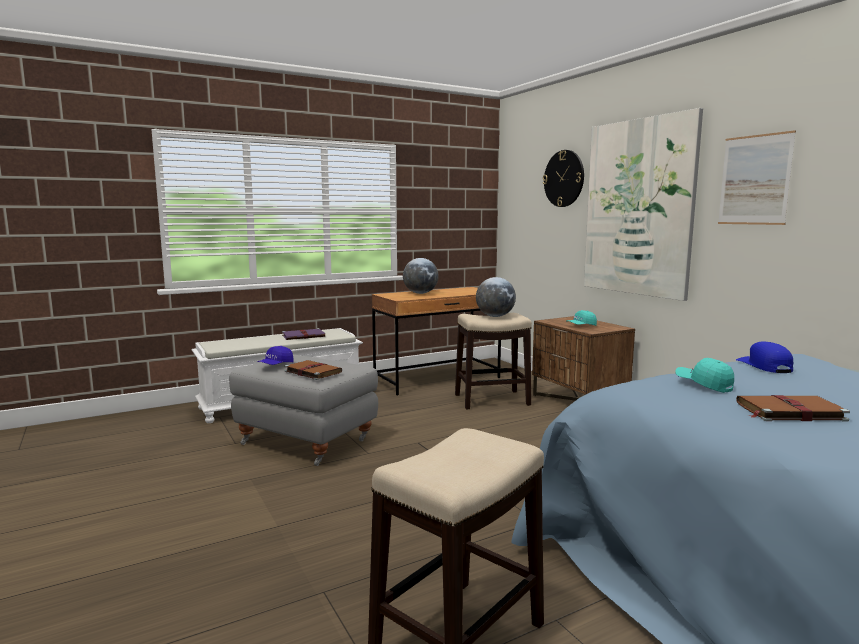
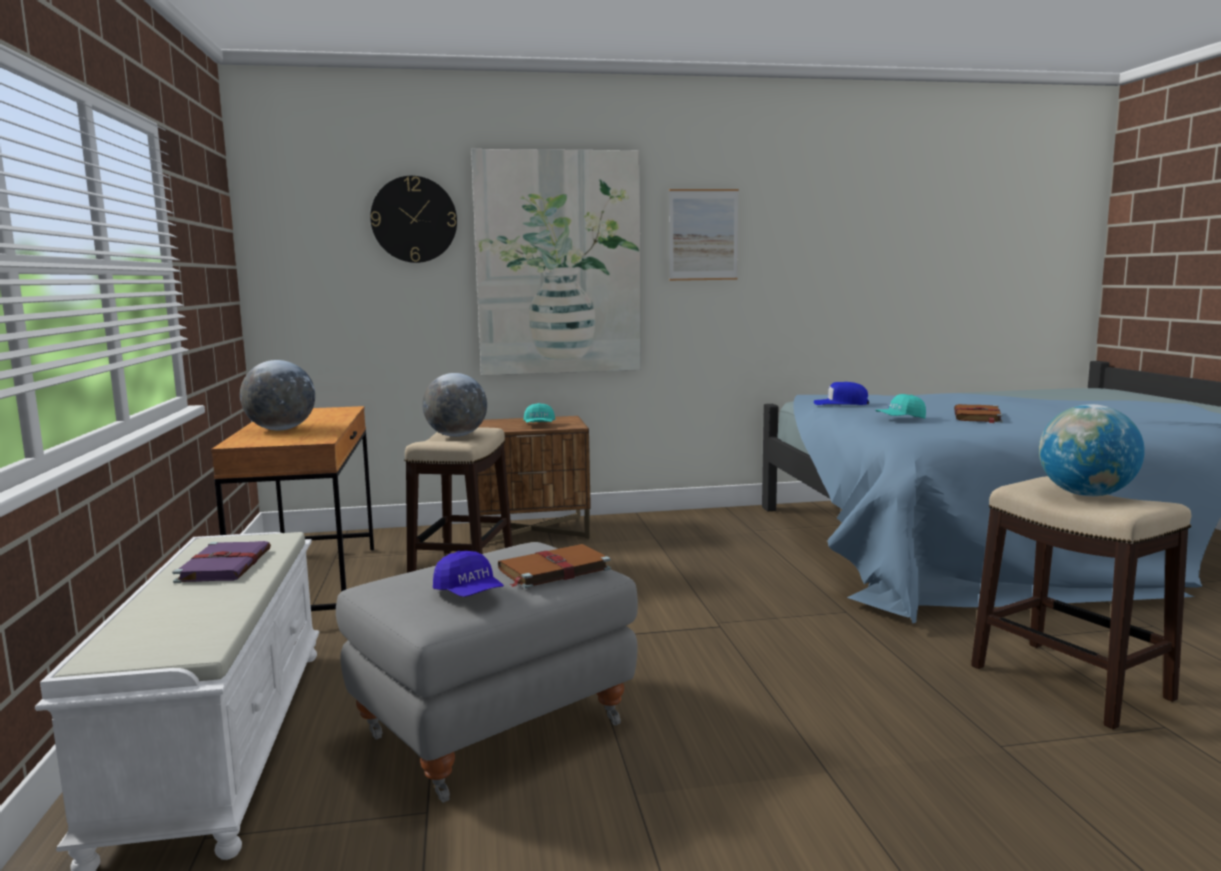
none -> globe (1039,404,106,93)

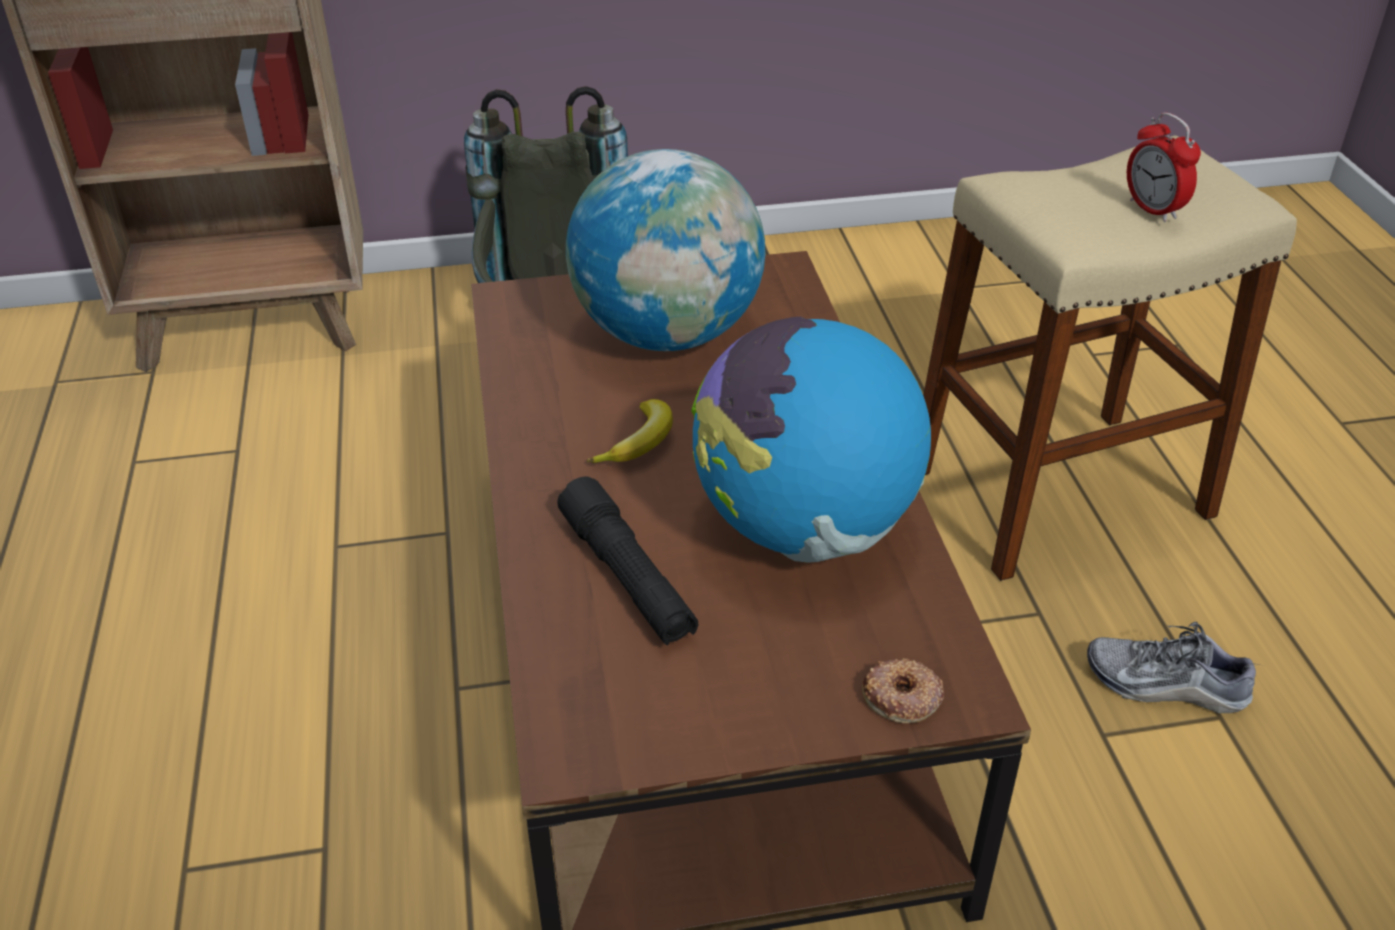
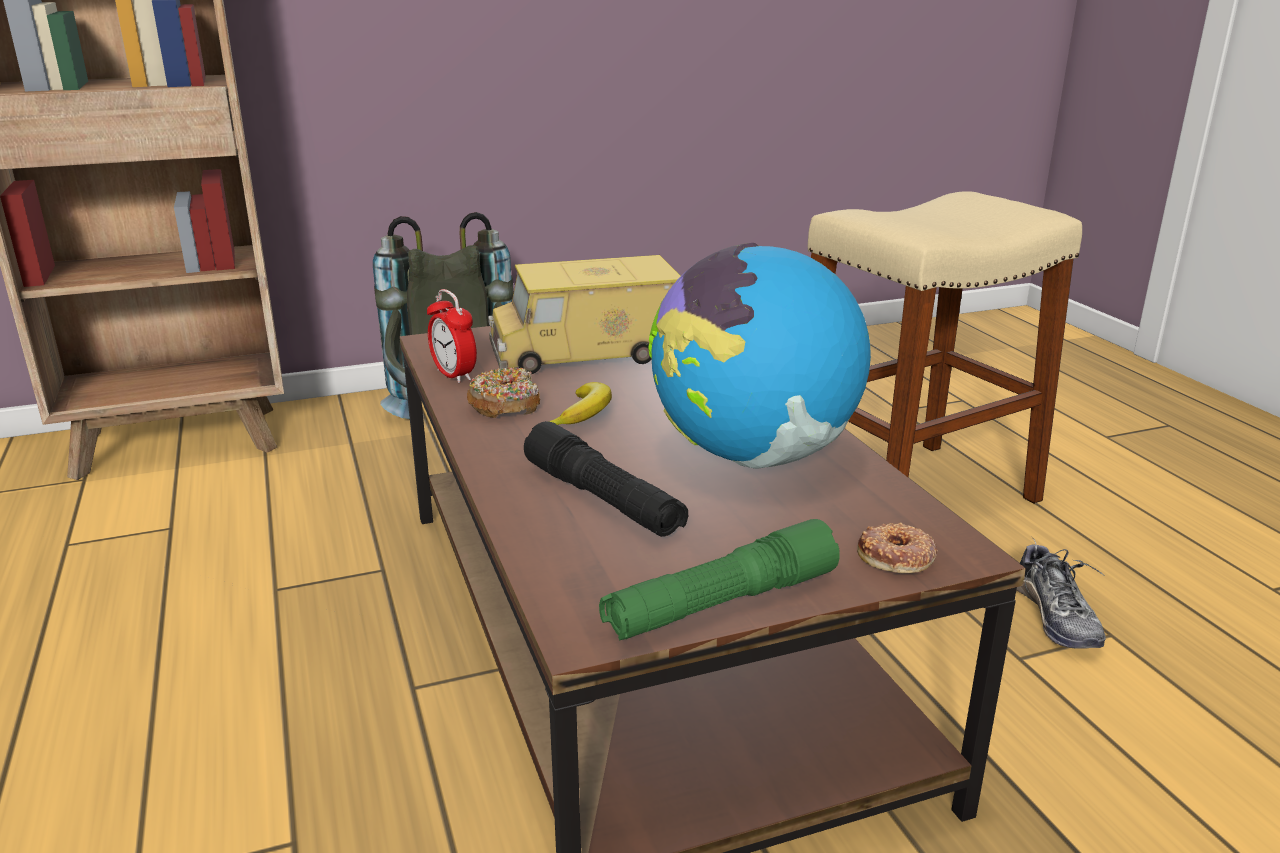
none -> donut (467,367,73,51)
none -> flashlight/green (599,519,241,122)
alarm clock (1127,113,74,109) -> alarm clock (427,289,50,94), moved
globe (566,149,200,202) -> toy truck (488,255,193,119)
shoe (1087,622,173,91) -> shoe (1017,537,89,112), 105 degrees counterclockwise

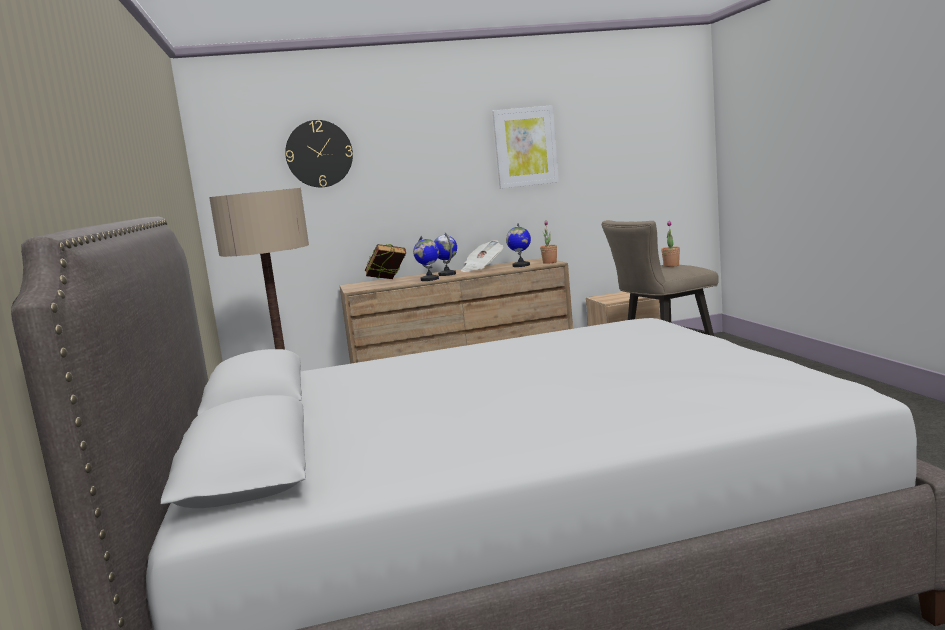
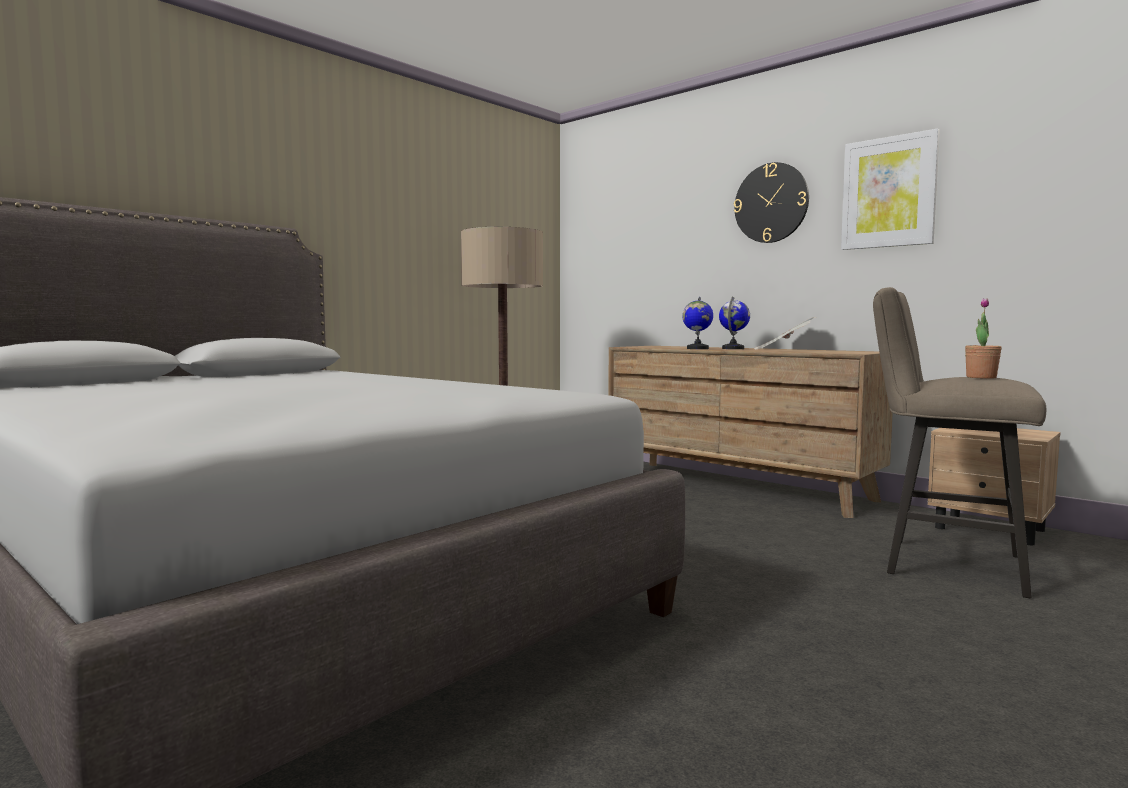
book (365,244,41,35) -> none
globe (506,223,25,44) -> none
potted plant (540,220,17,44) -> none
wall clock (285,120,68,67) -> wall clock (734,162,75,81), moved

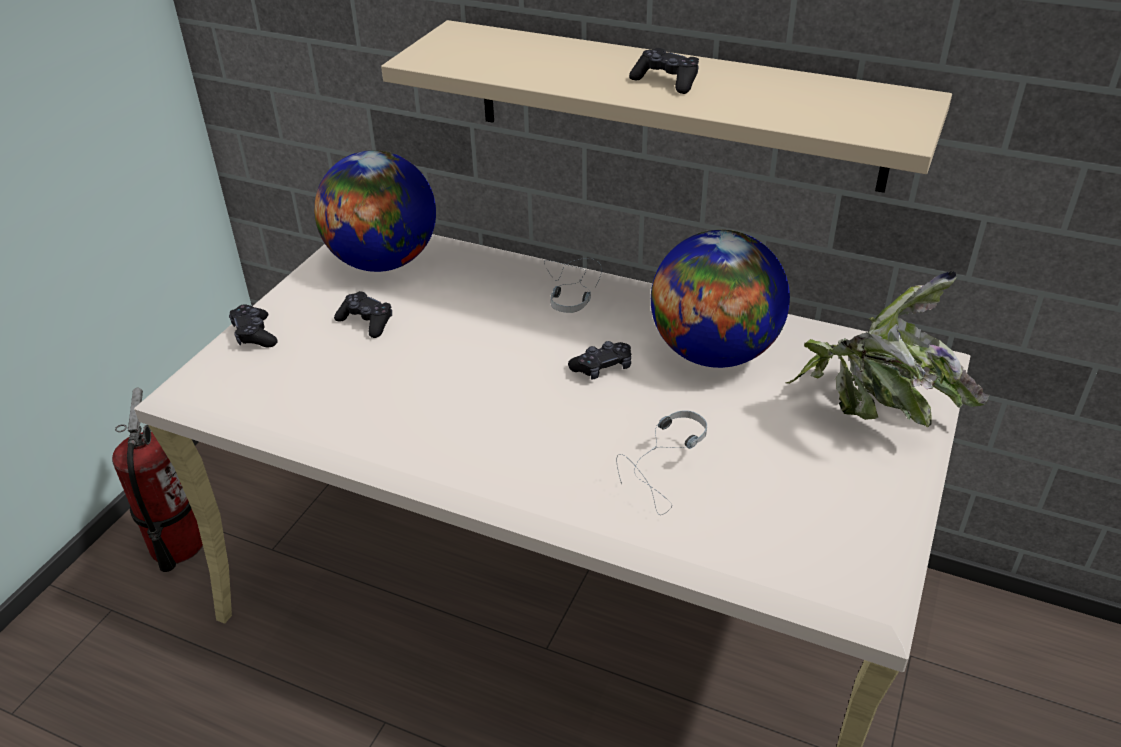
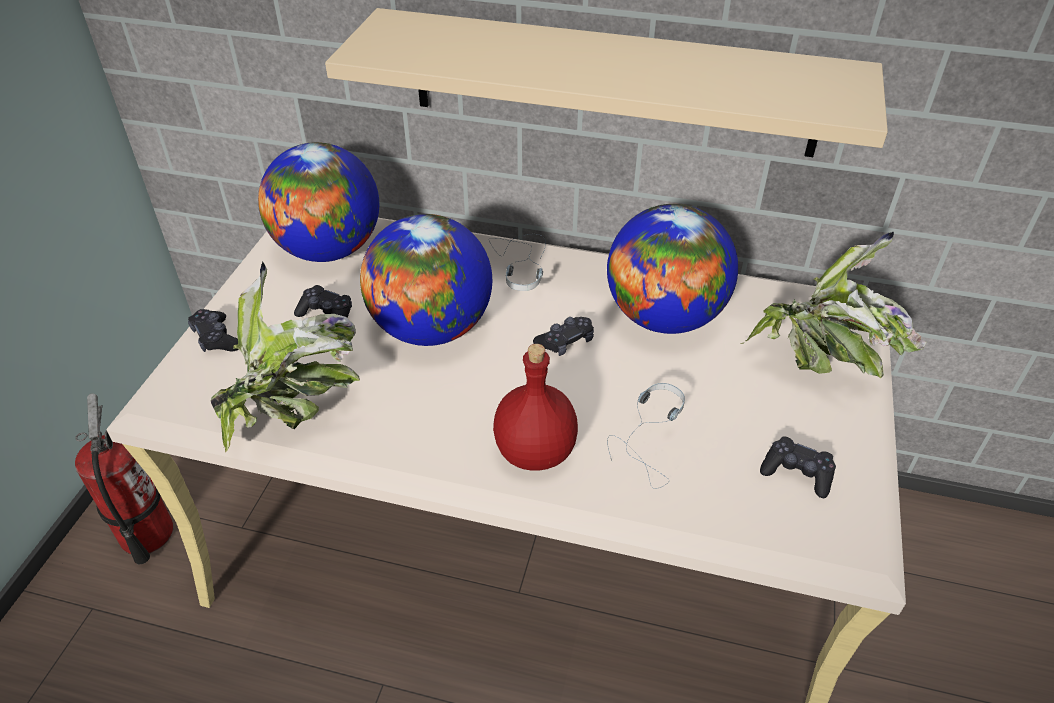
none -> potted plant (211,261,149,191)
none -> globe (360,214,132,132)
none -> bottle/red (493,344,85,127)
game controller/black (629,48,70,46) -> game controller/black (760,436,76,62), moved

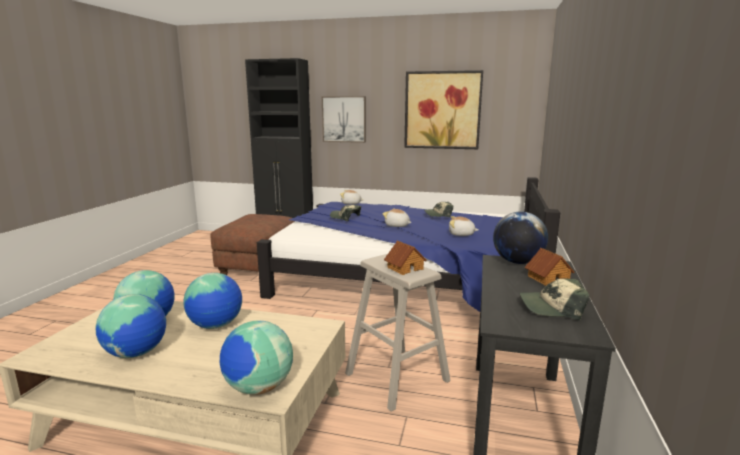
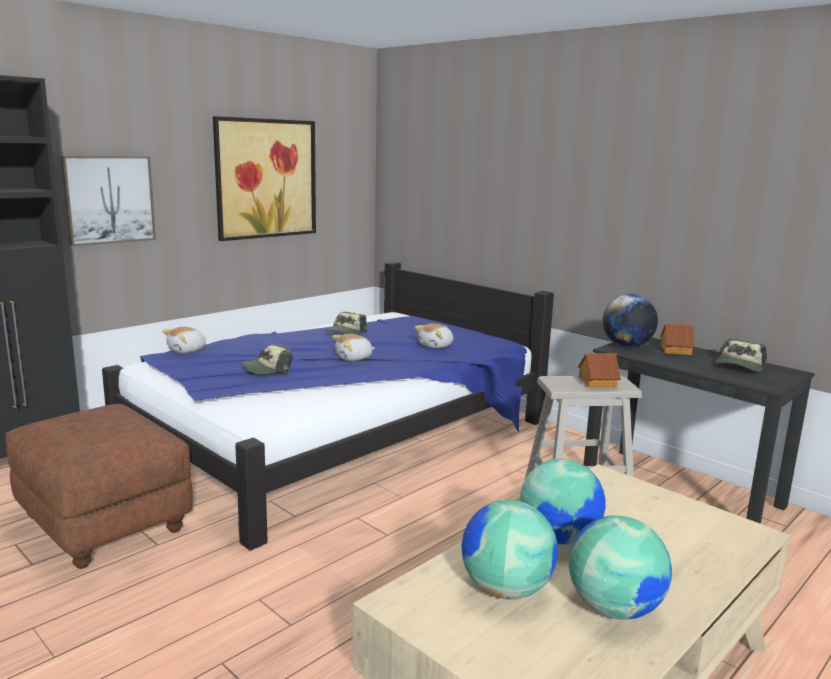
globe (220,321,73,74) -> none

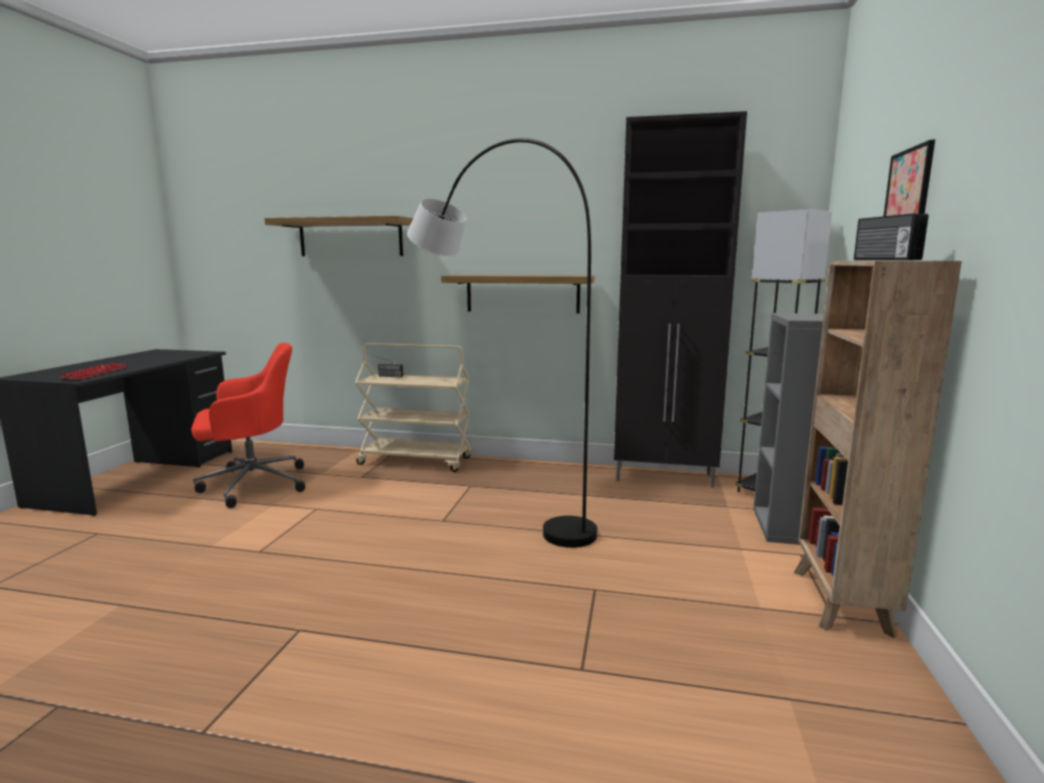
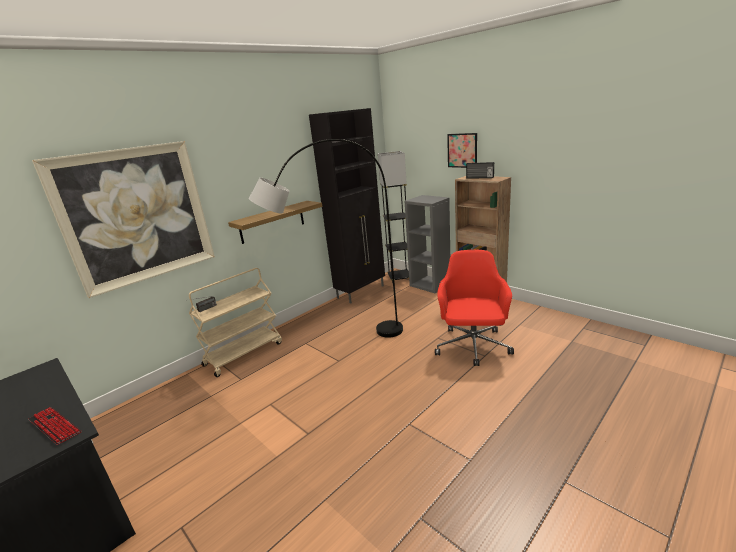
office chair/red (191,343,114,165) -> office chair/red (435,250,79,116), moved
shelf (264,216,149,40) -> picture (32,141,183,157)

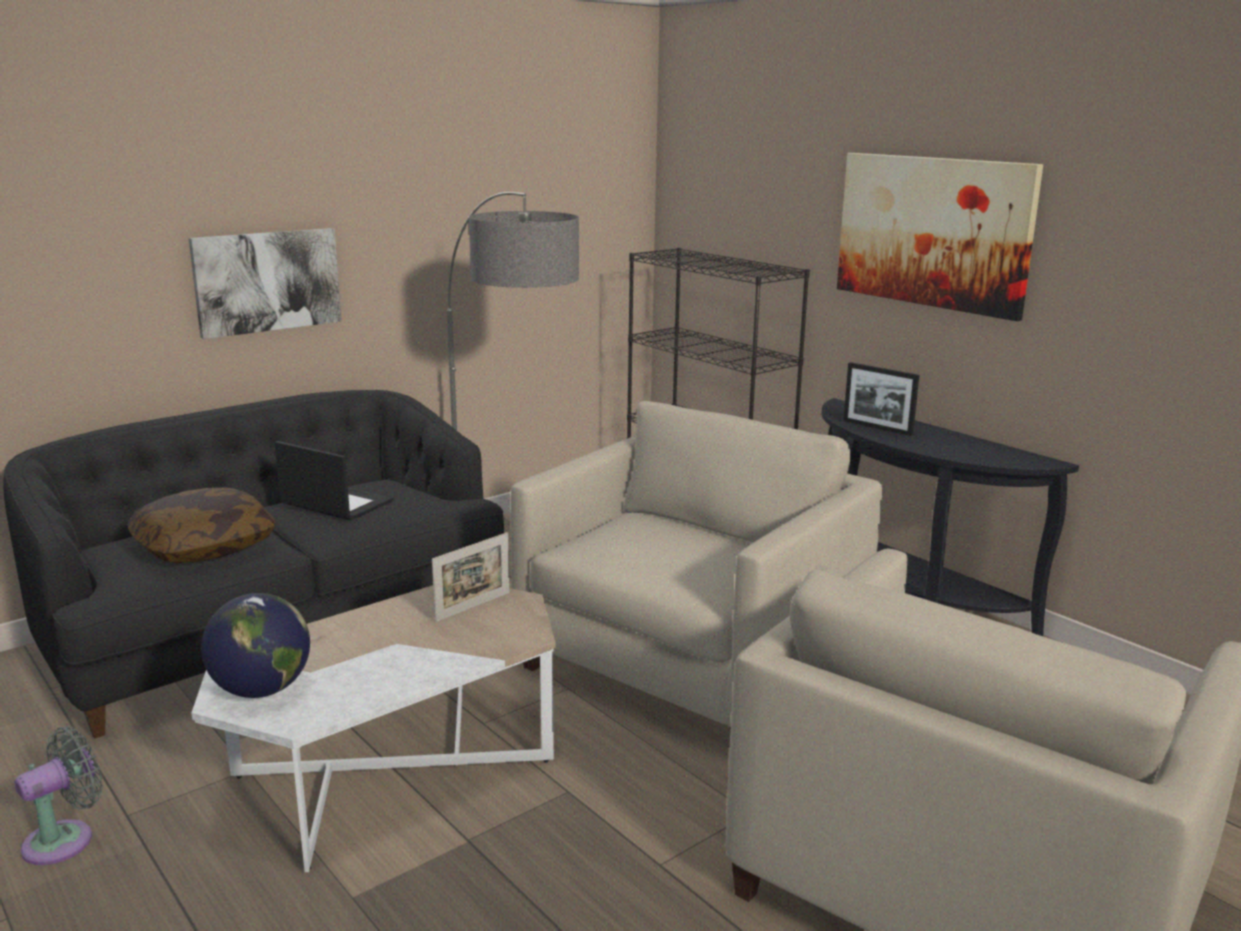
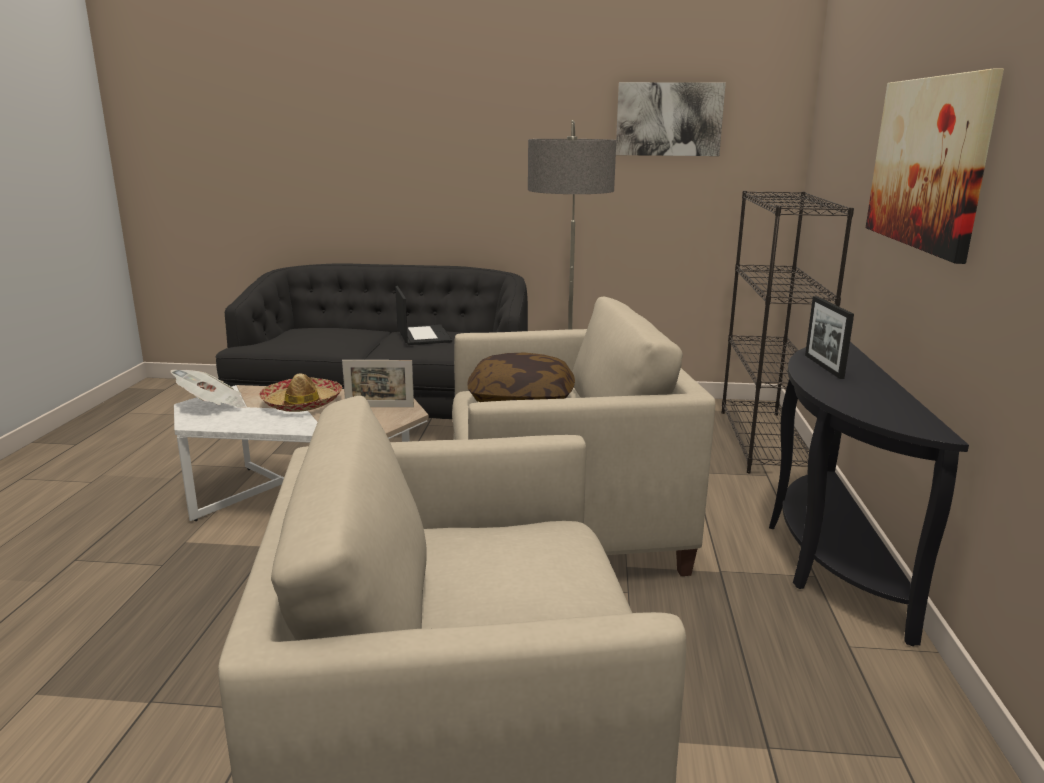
fan/grey (14,726,89,139) -> none
none -> hat (259,373,83,39)
pillow (127,488,148,75) -> pillow (467,353,108,49), moved
picture (189,228,152,111) -> picture (616,82,110,74), moved
globe (201,593,109,105) -> newspaper (170,370,76,38)

